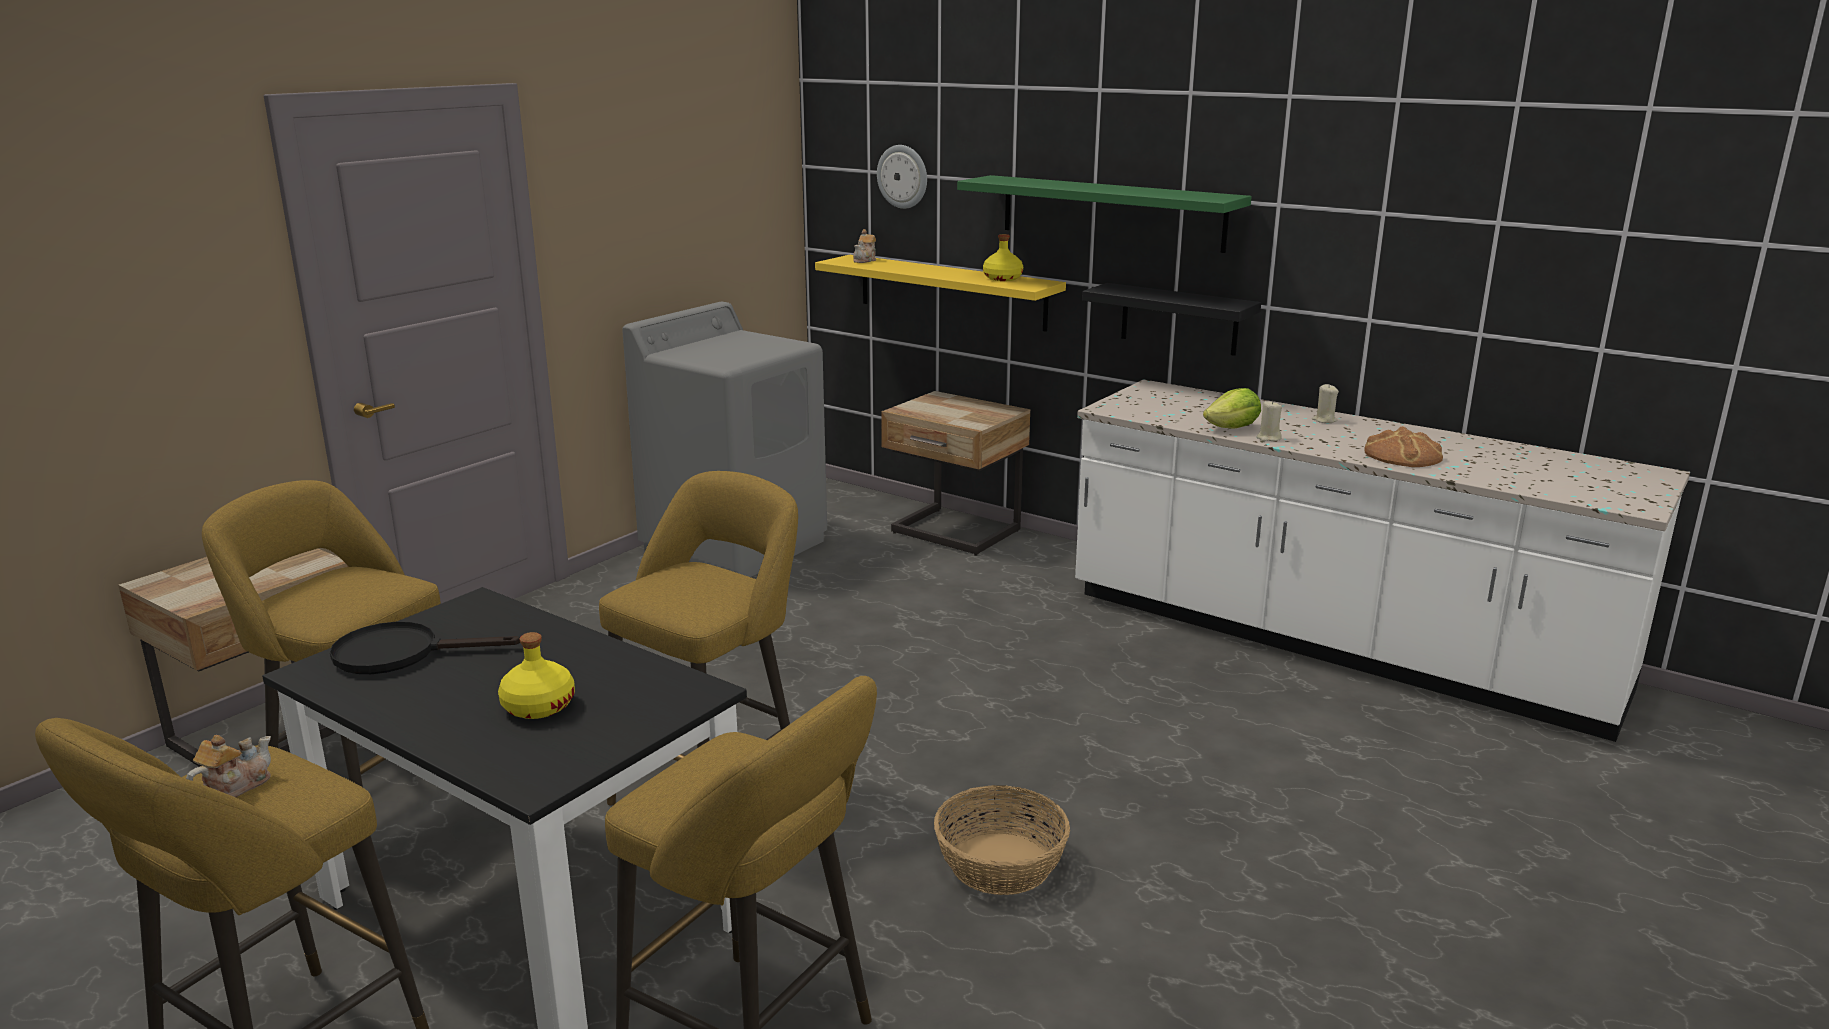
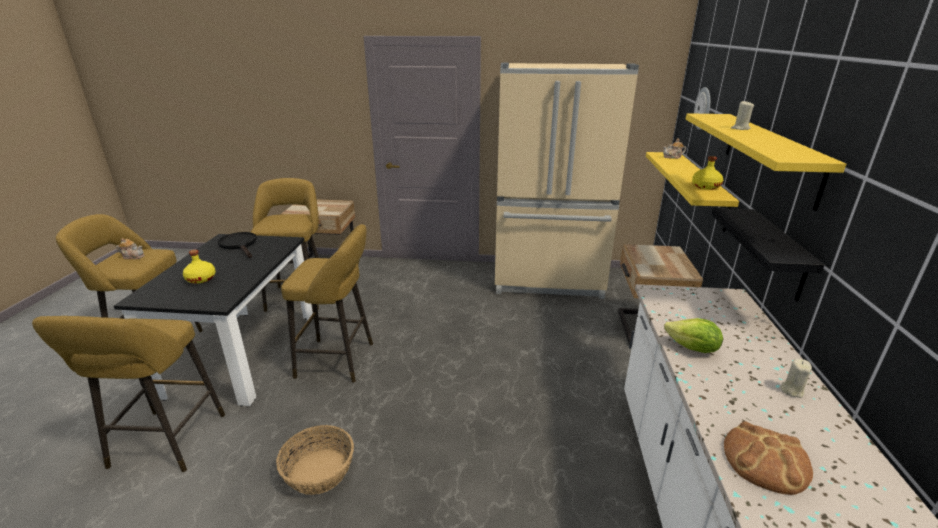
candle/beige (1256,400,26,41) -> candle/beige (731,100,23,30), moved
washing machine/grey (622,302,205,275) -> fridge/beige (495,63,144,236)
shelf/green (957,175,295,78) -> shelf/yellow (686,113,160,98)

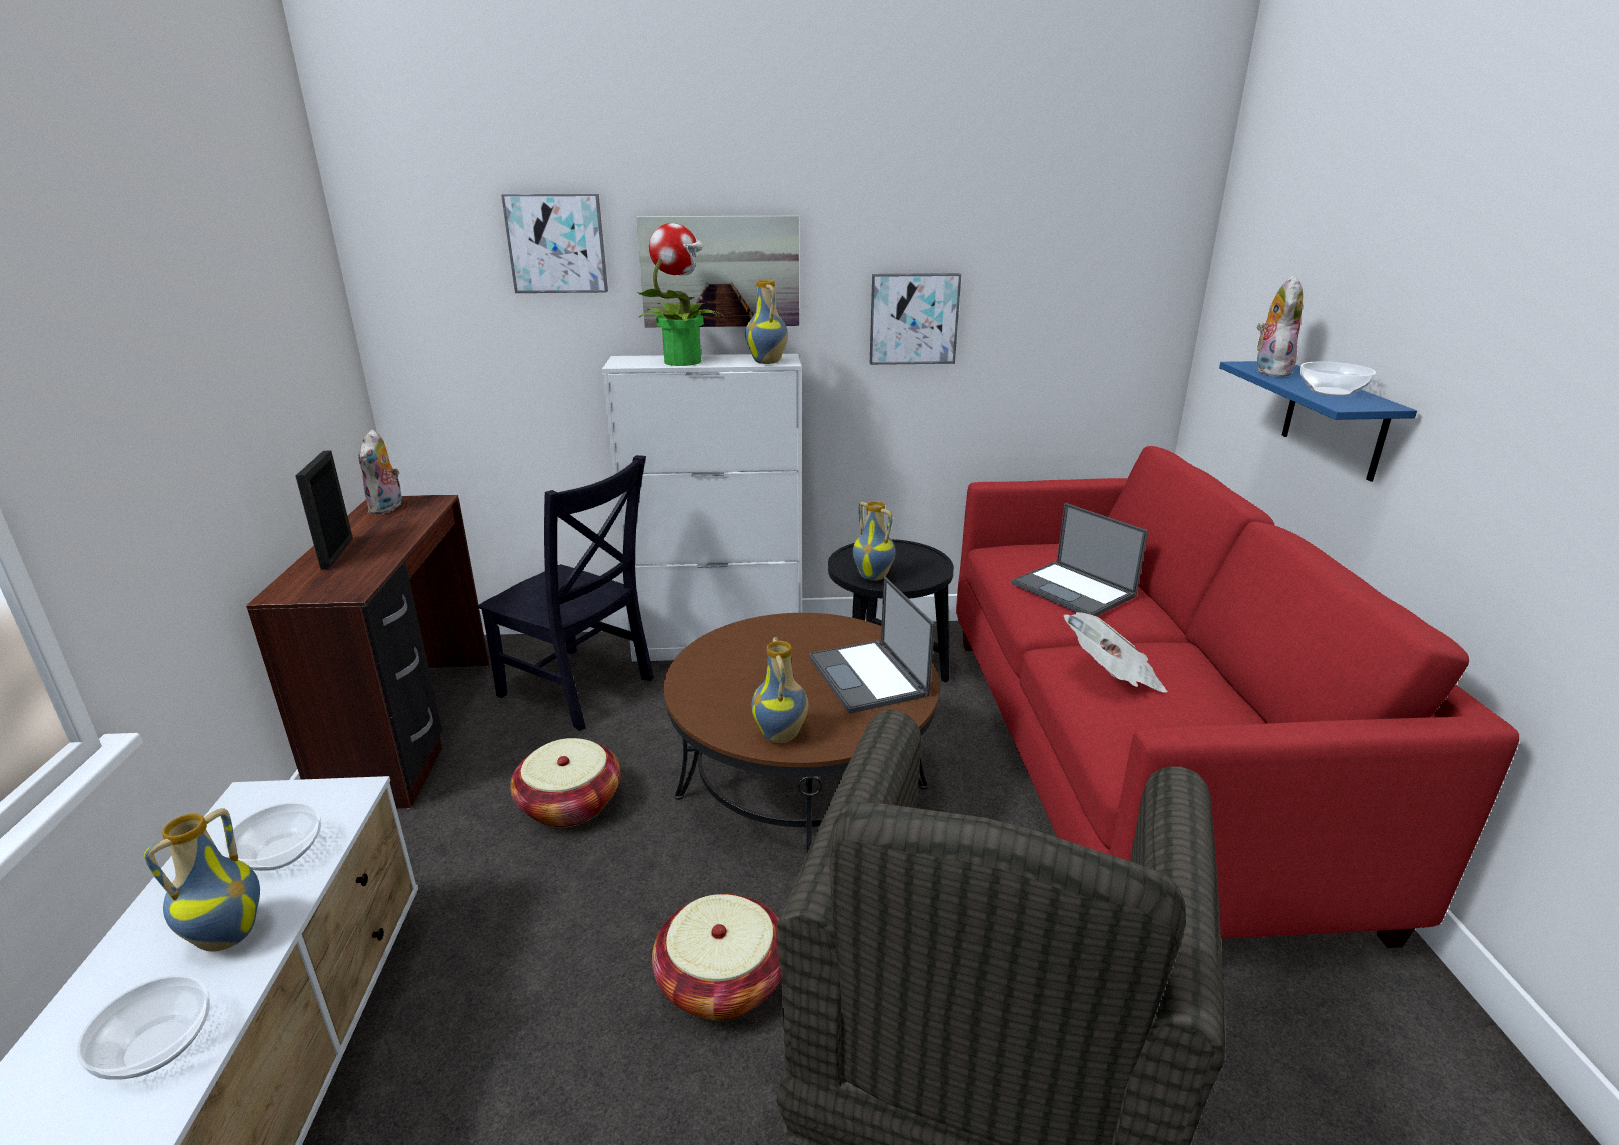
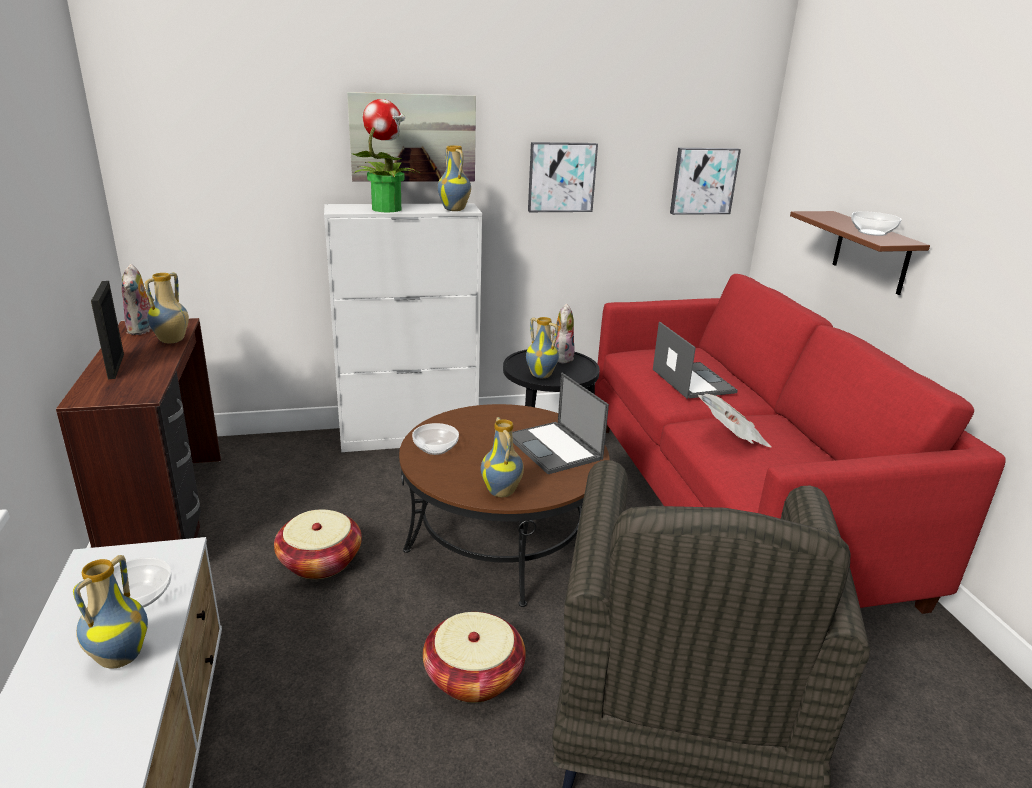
chair/black (477,455,177,276) -> none
none -> vase (145,273,44,70)
bowl (76,975,134,105) -> bowl (412,423,47,32), moved
picture (501,194,107,99) -> picture (670,148,71,67), moved
plush toy (1257,276,46,101) -> plush toy (551,304,24,59), moved
shelf/blue (1219,361,198,120) -> shelf/brown (790,211,140,84)
laptop (1012,503,136,113) -> laptop (653,322,85,77), 150 degrees counterclockwise

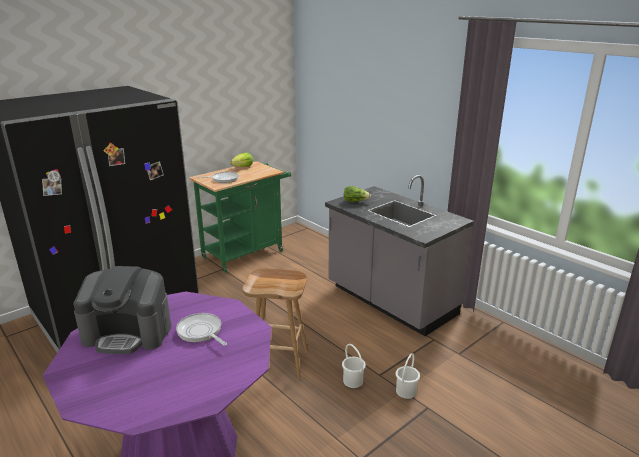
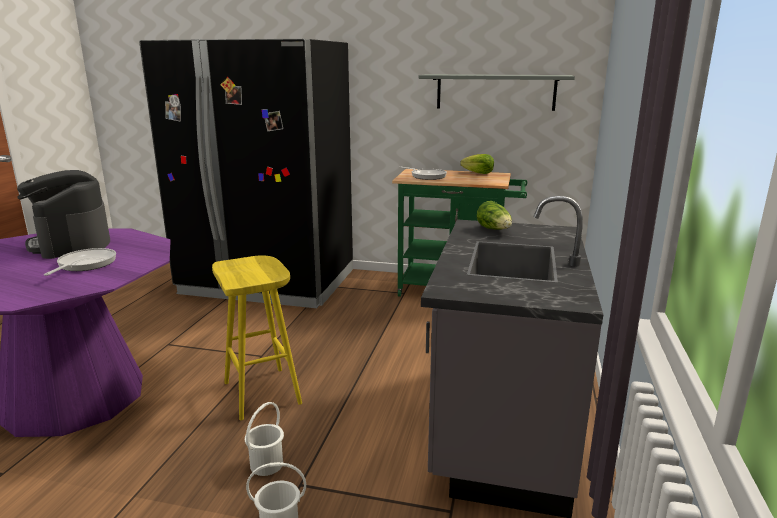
none -> shelf/grey (419,74,156,37)
stool/brown (242,269,66,110) -> stool/yellow (212,256,90,164)

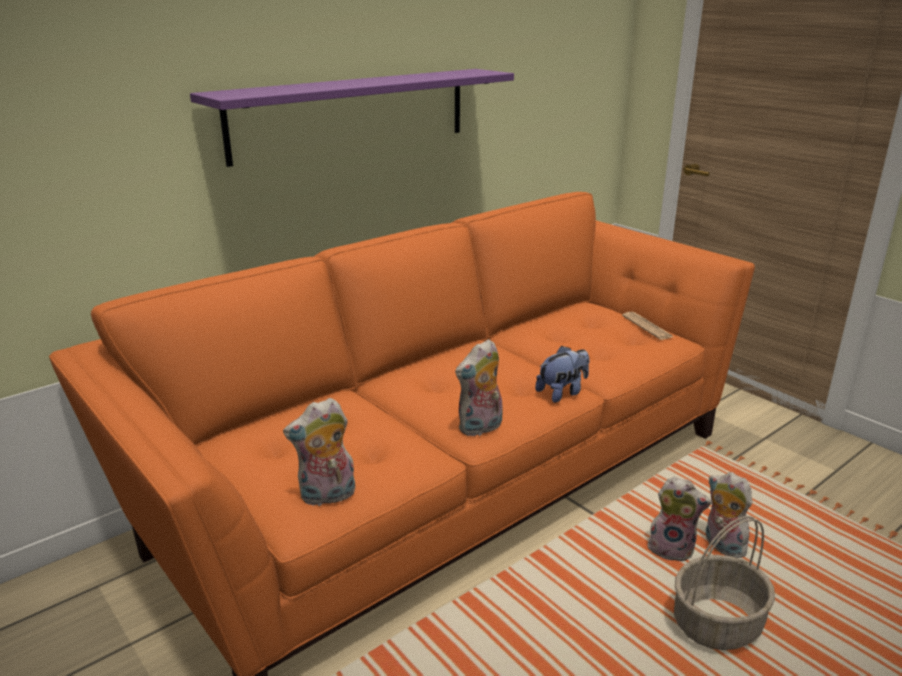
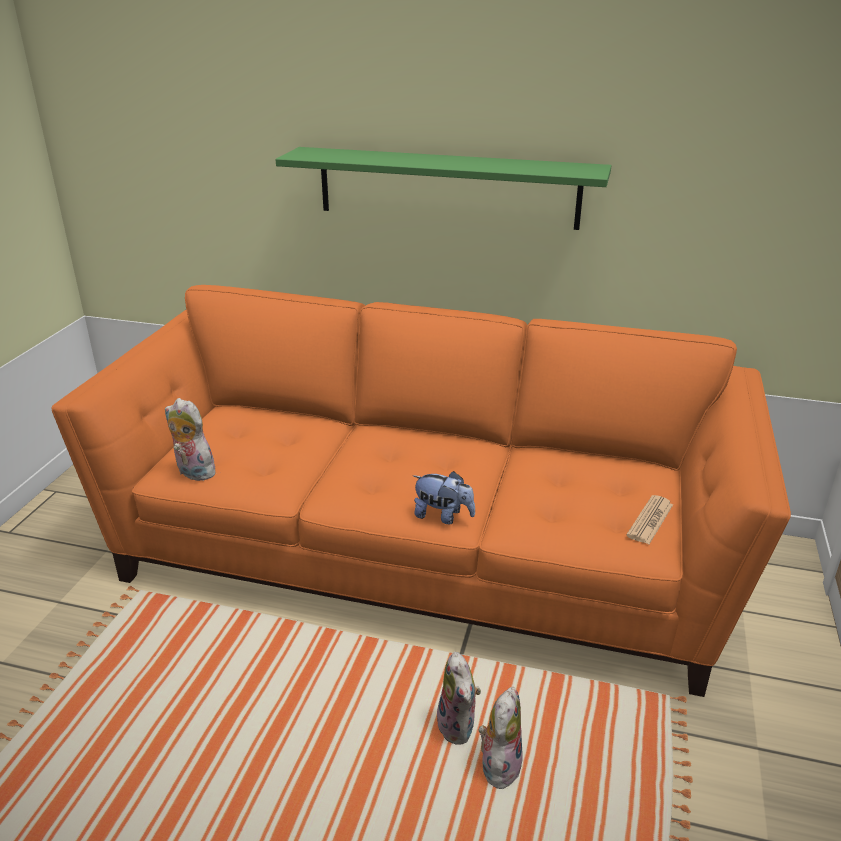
plush toy (455,339,48,98) -> none
basket (674,516,101,134) -> none
shelf/purple (190,69,324,98) -> shelf/green (275,147,336,83)

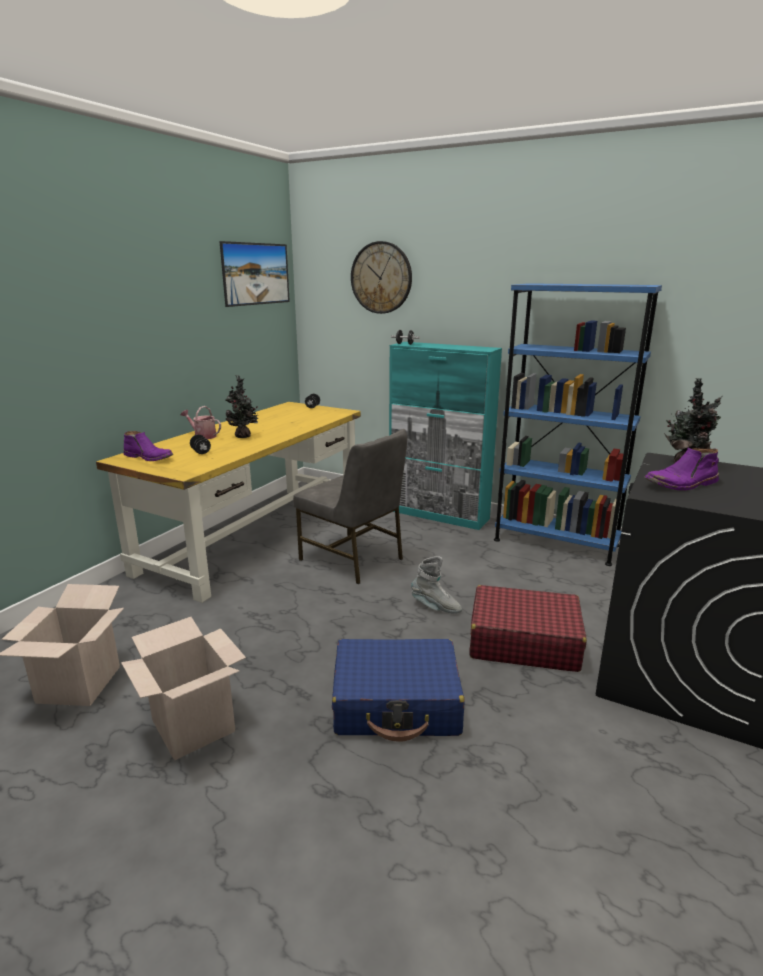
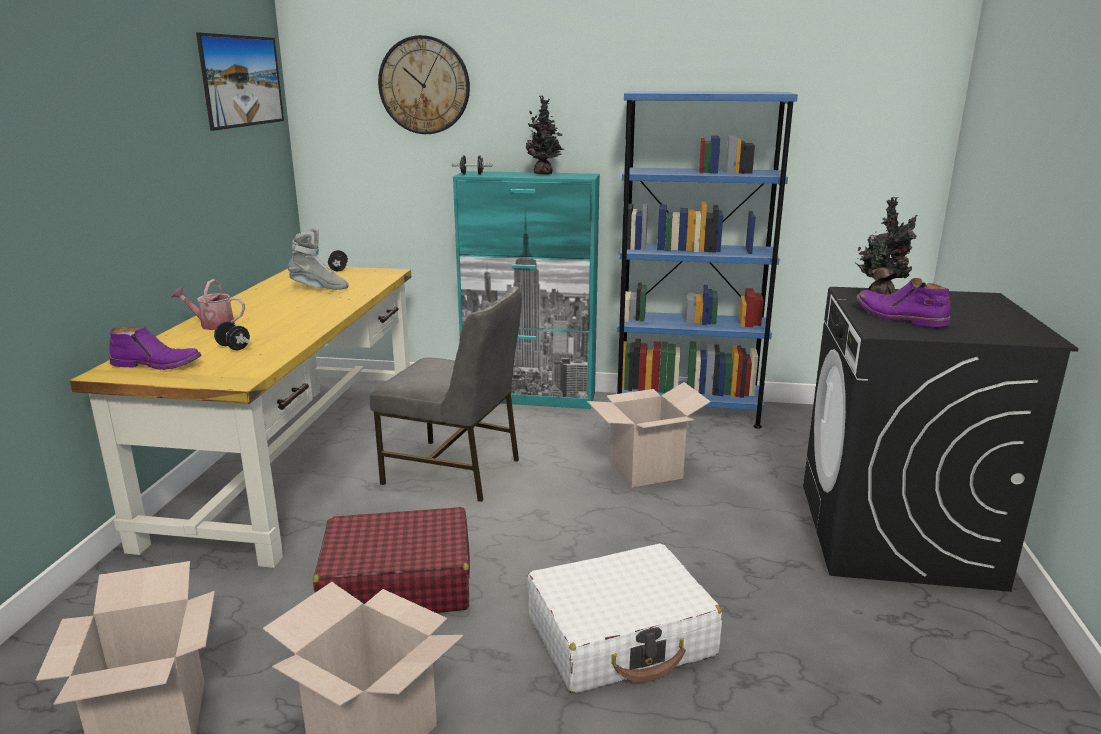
none -> cardboard box (587,382,124,106)
potted plant (226,375,32,63) -> potted plant (526,95,38,80), moved
boot/grey (411,556,51,58) -> boot/grey (288,228,61,62), moved
suitcase/red (470,585,117,87) -> suitcase/red (313,507,157,106), moved
suitcase/blue (332,639,133,102) -> suitcase/white (527,544,195,149)
boot/purple (644,447,75,44) -> boot/purple (856,278,94,49), 90 degrees clockwise

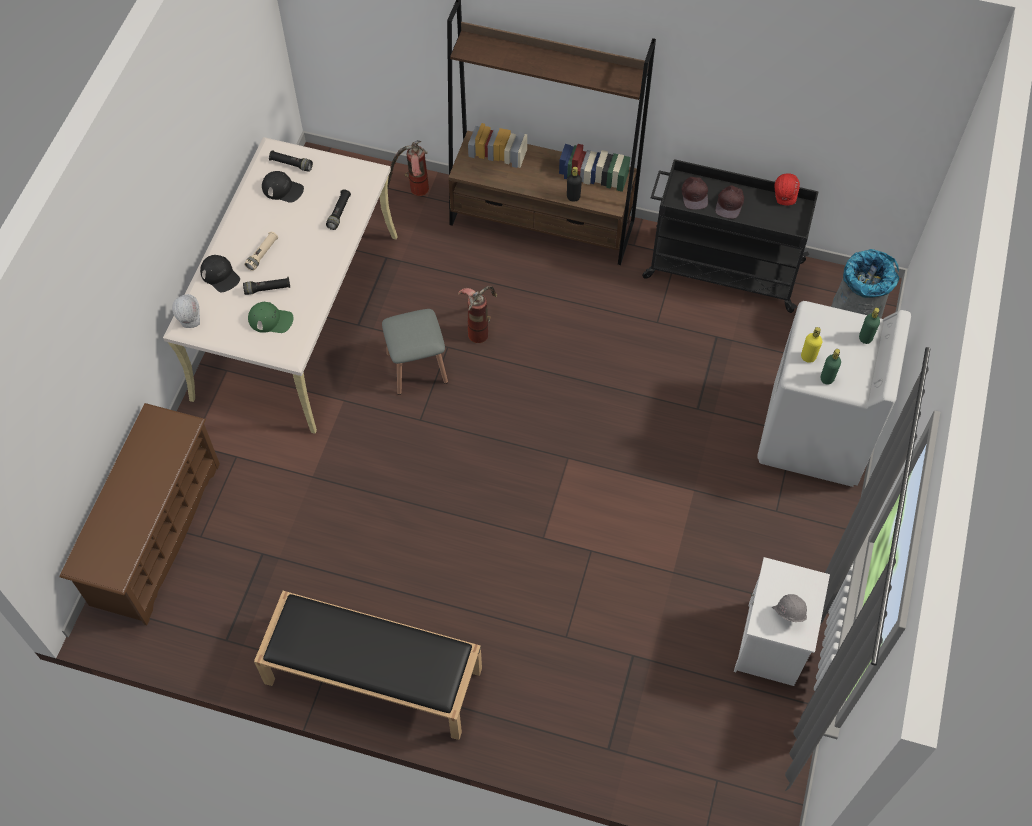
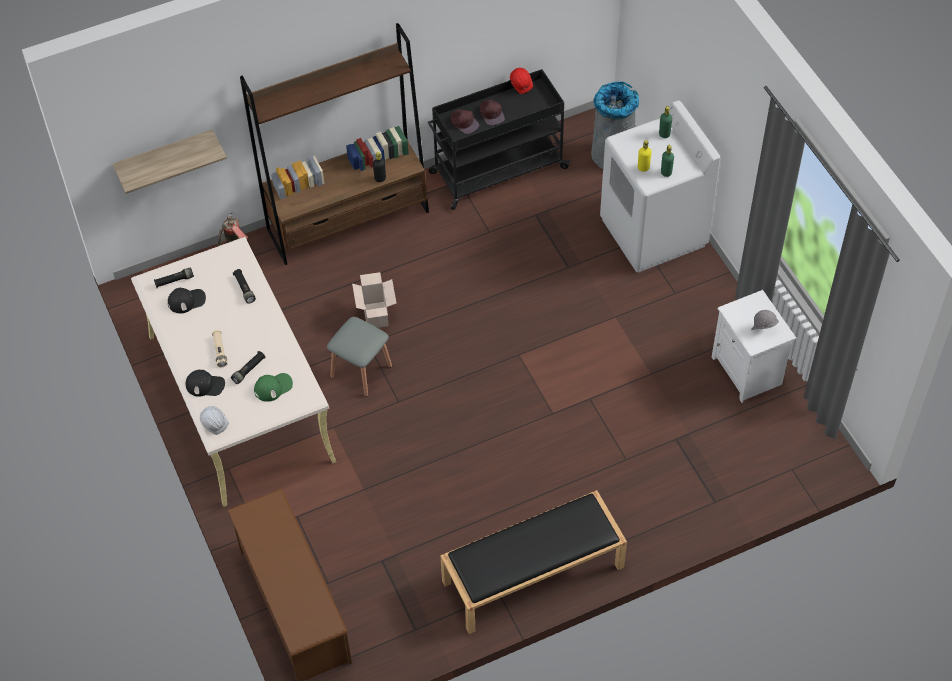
none -> shelf (113,129,114,65)
fire extinguisher (458,286,39,57) -> cardboard box (352,272,45,56)

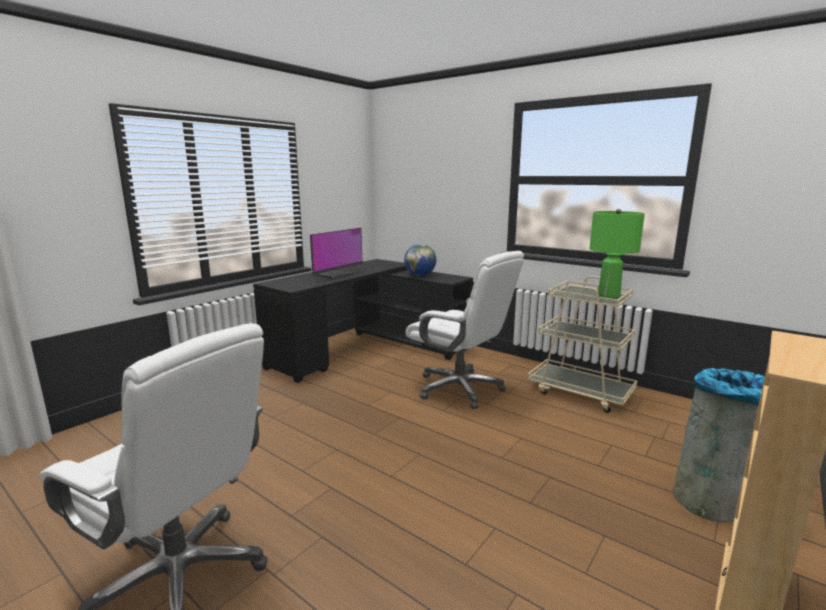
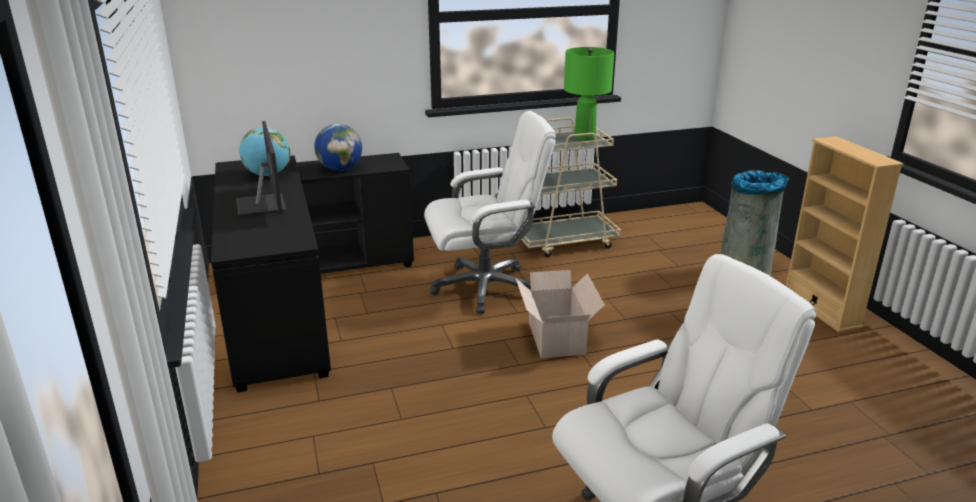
none -> globe (239,127,51,49)
none -> cardboard box (516,270,89,88)

